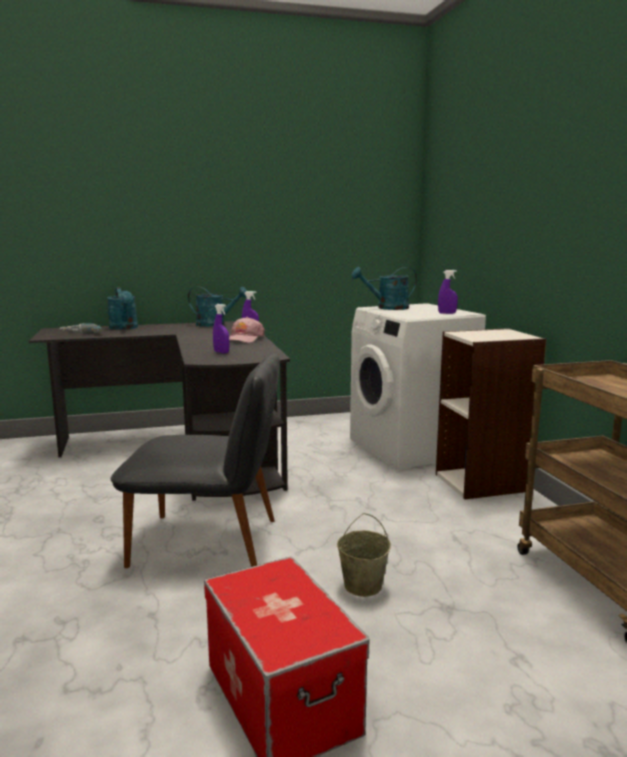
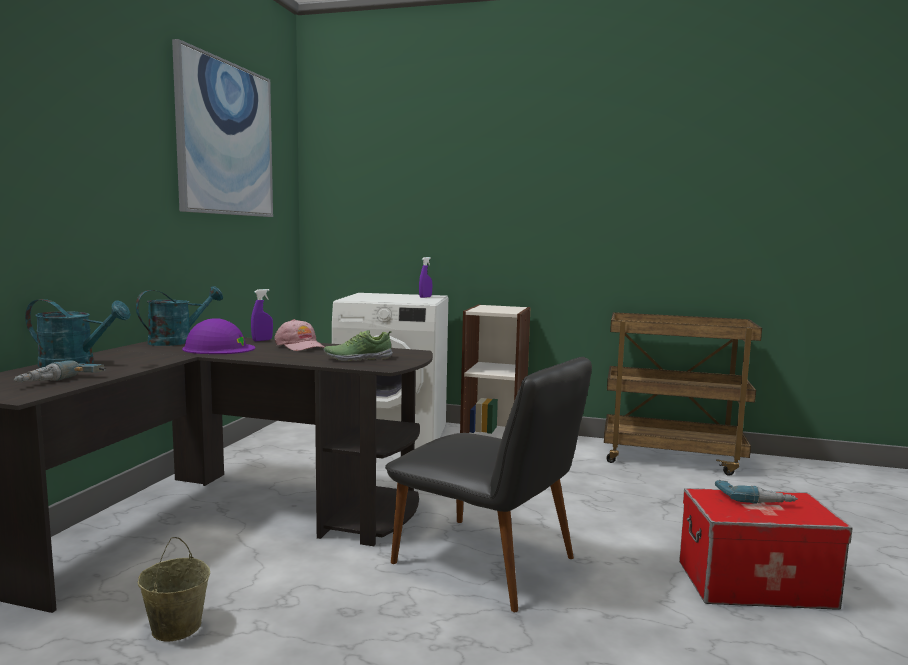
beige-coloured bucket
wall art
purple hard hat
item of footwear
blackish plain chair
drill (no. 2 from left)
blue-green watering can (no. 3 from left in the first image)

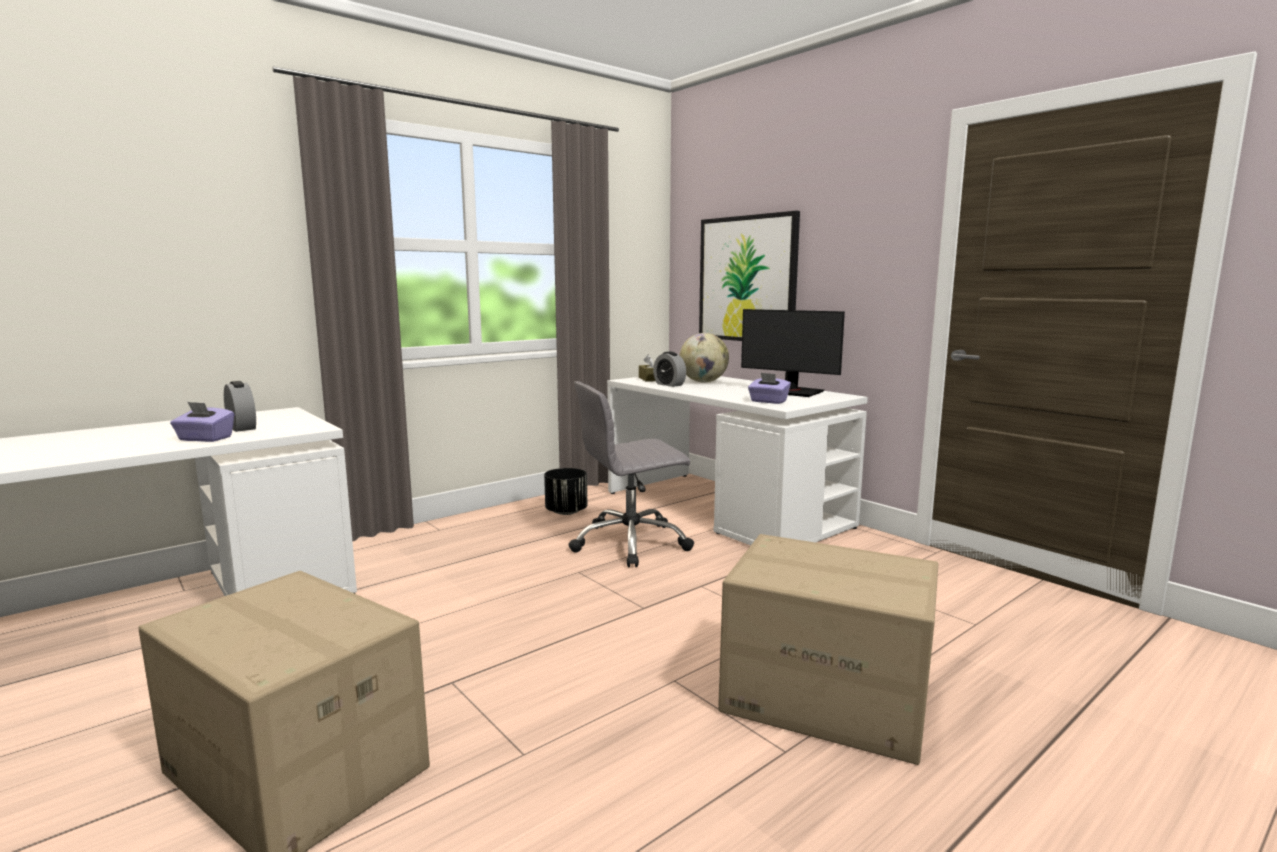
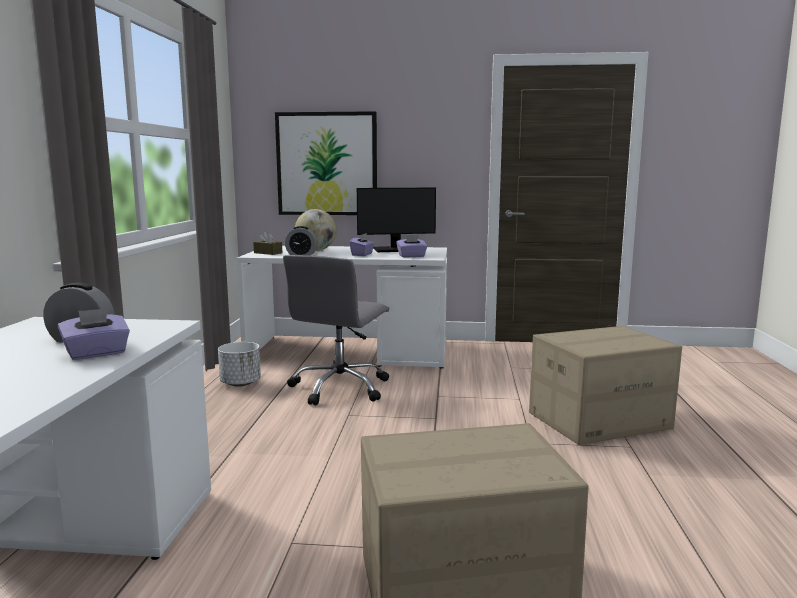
white-coloured plant pot
purple tissue box (no. 2 from left)

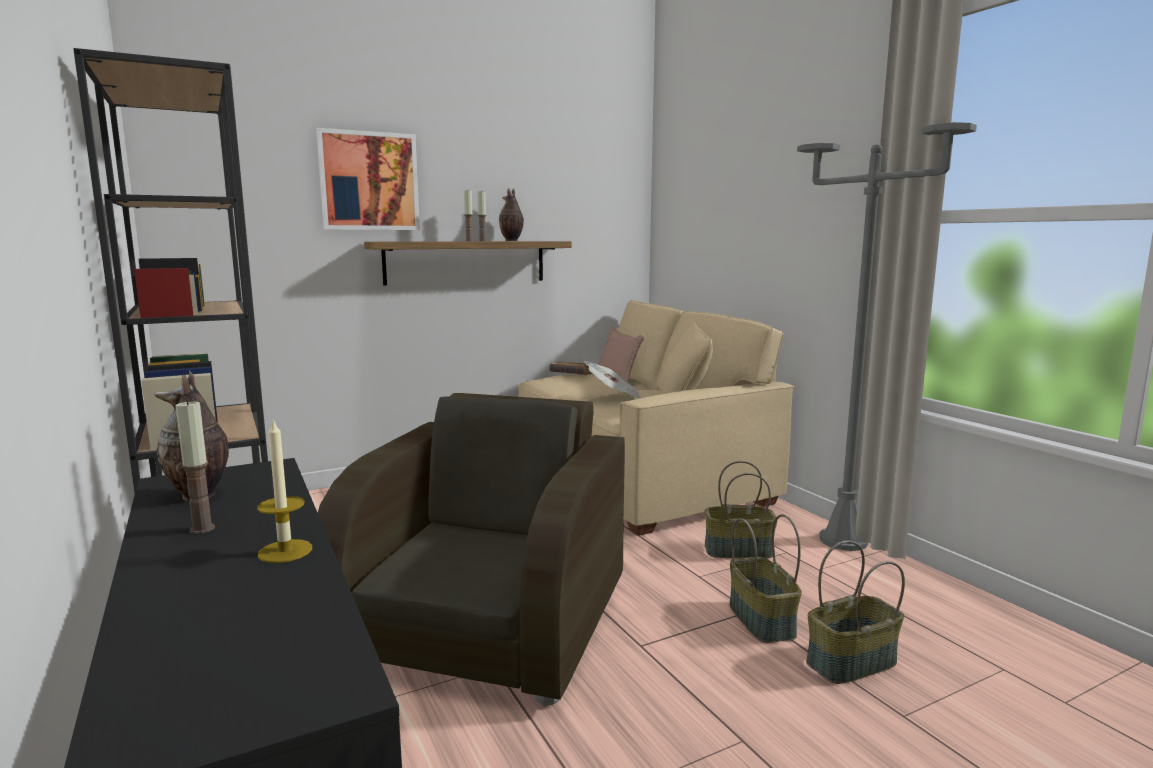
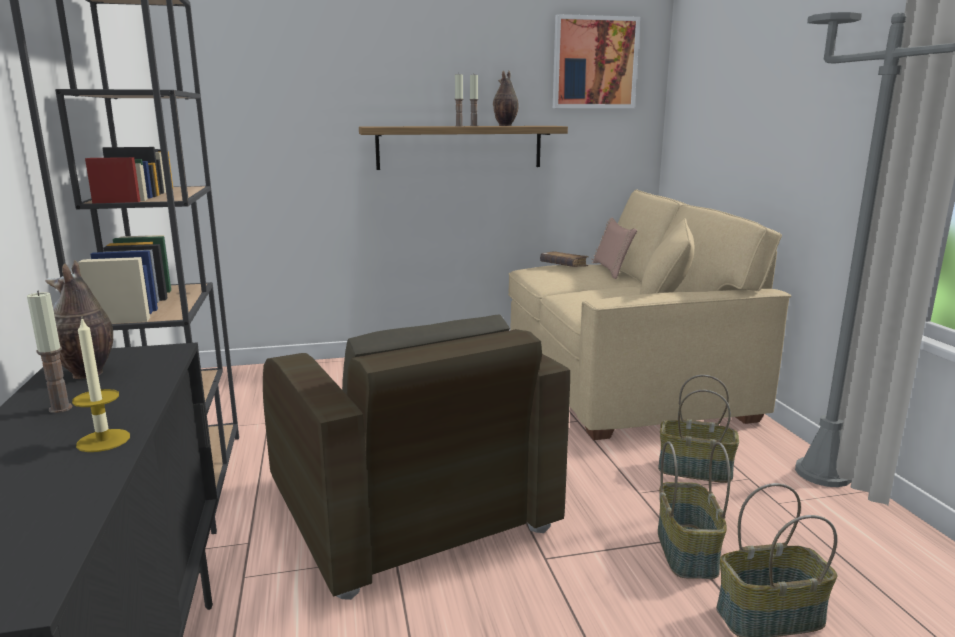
brown armchair
wall art
daily paper

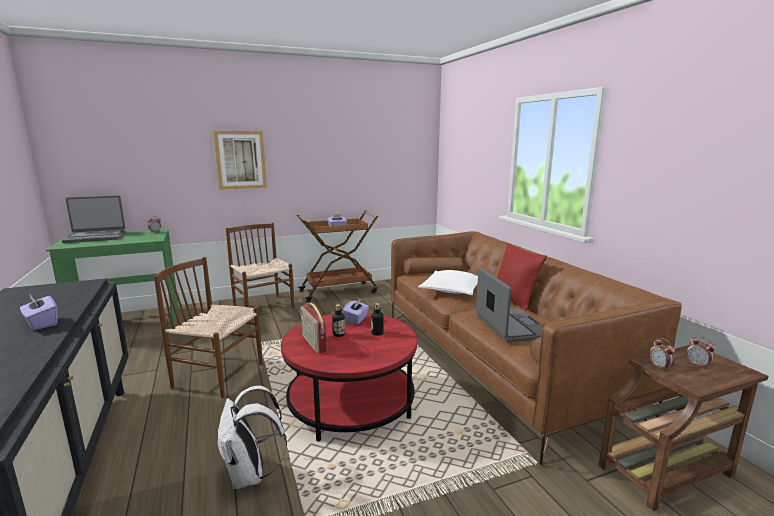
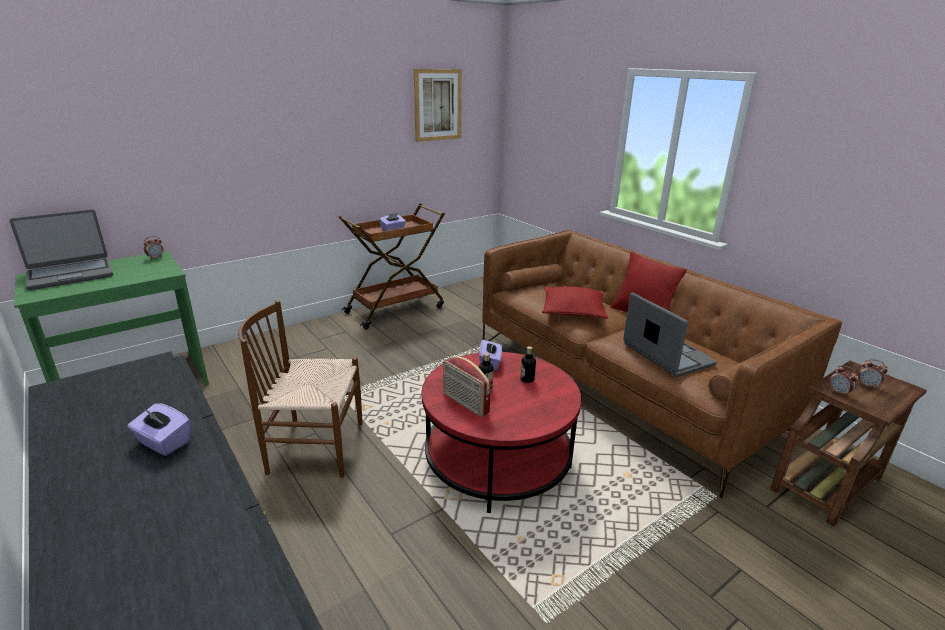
wall art
reddish throw pillow (no. 1 from left)
white-coloured knapsack
brown plain chair (no. 2 from left in the first image)

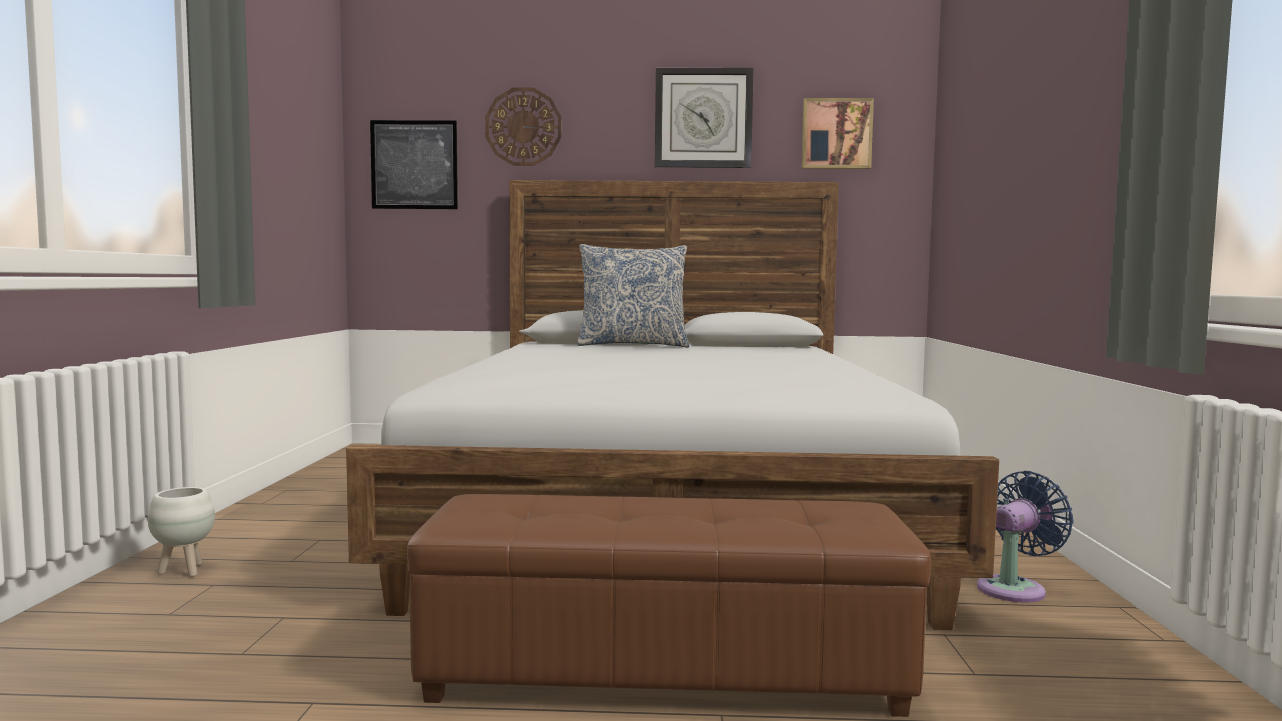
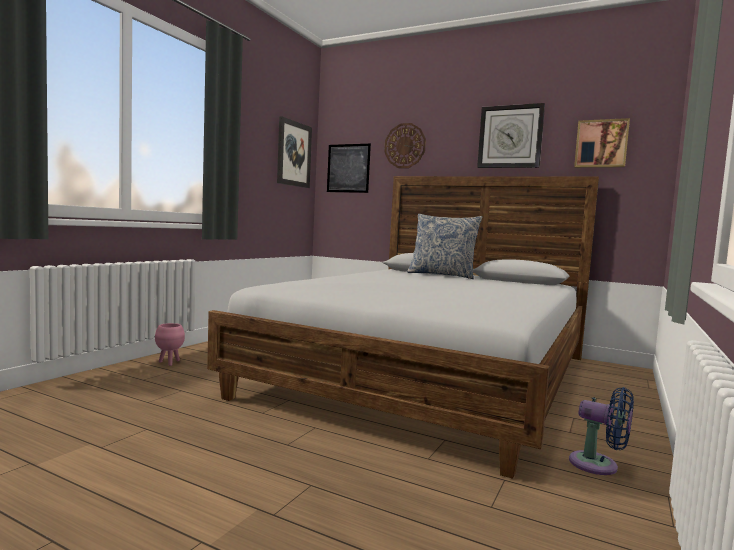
pinkish plant pot
wall art (no. 1 from left)
blue cooling fan
brown ottoman

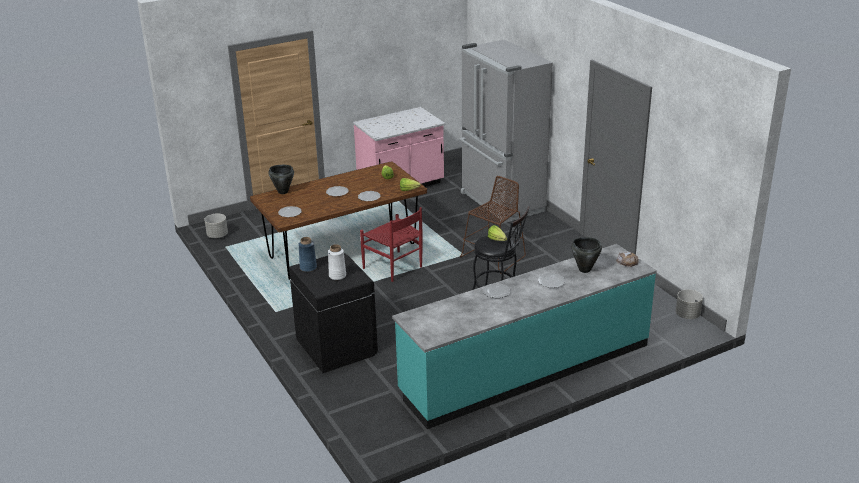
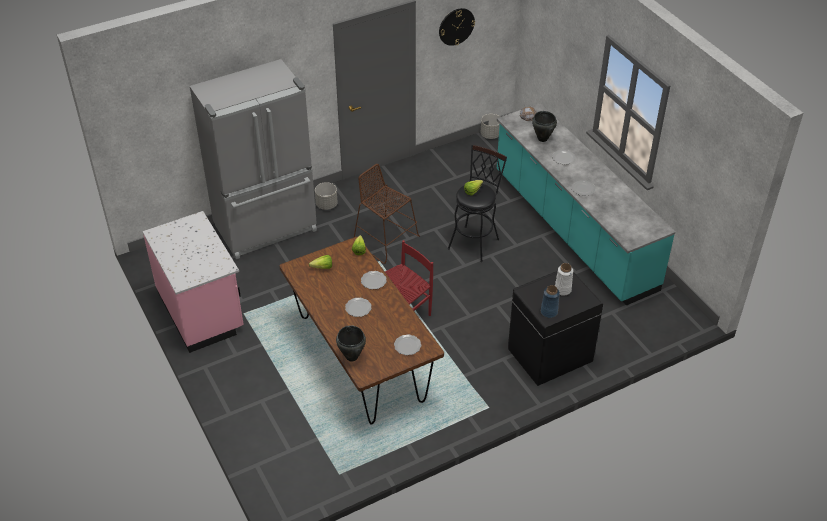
grey plant pot (no. 1 from left)
hanging clock

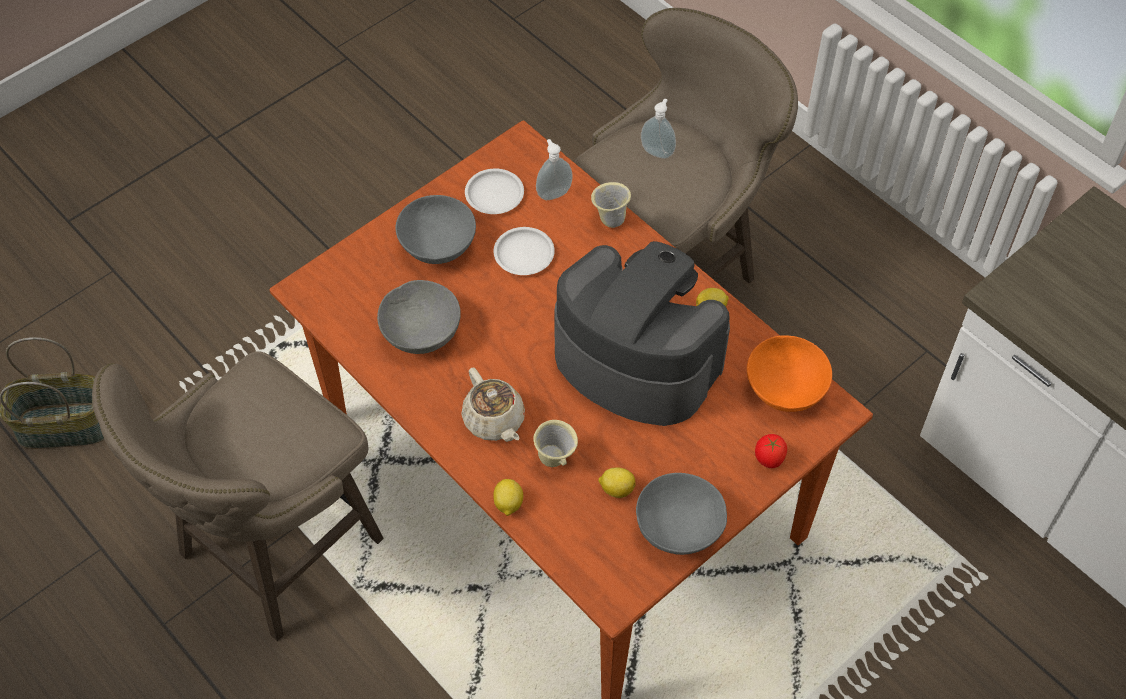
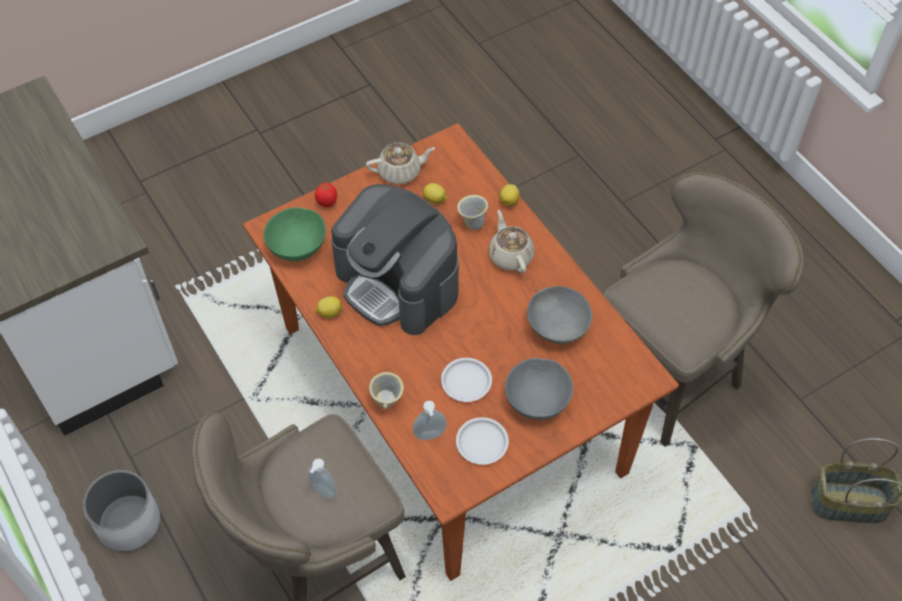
white-coloured plant pot
green-coloured deep dish
beige-coloured pot for tea (no. 1 from left)

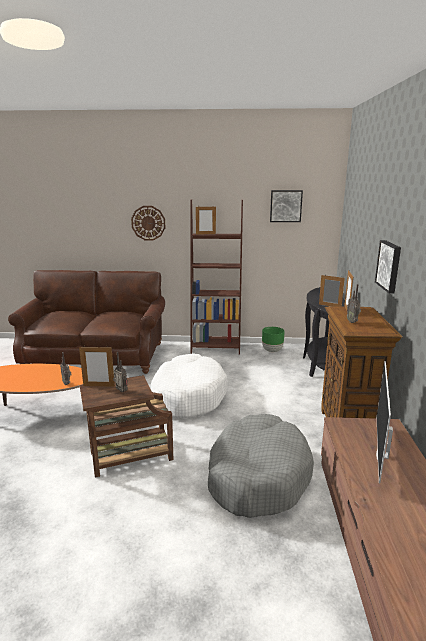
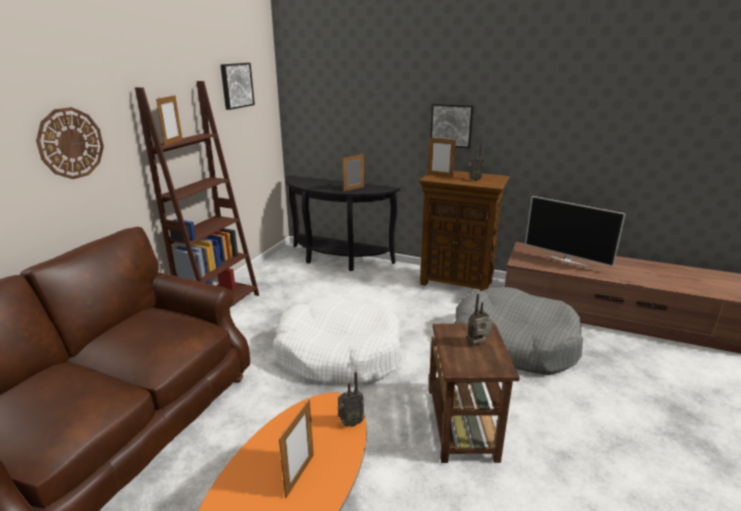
picture frame (no. 2 from left)
green-coloured plant pot

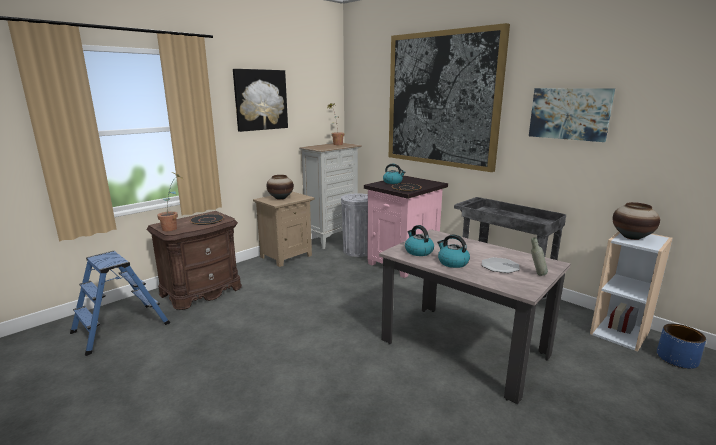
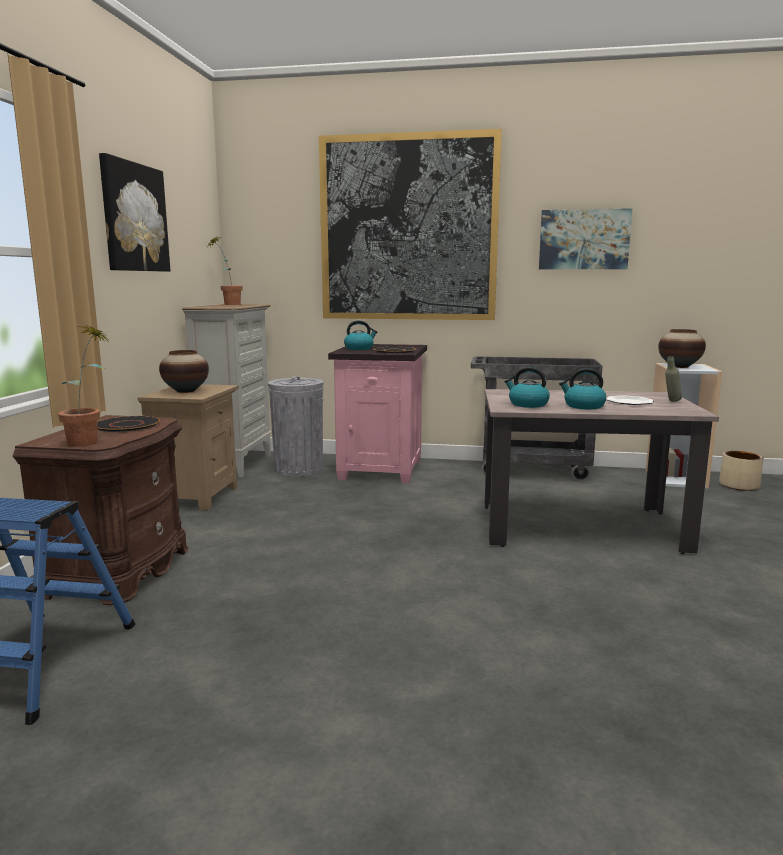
beige-coloured plant pot

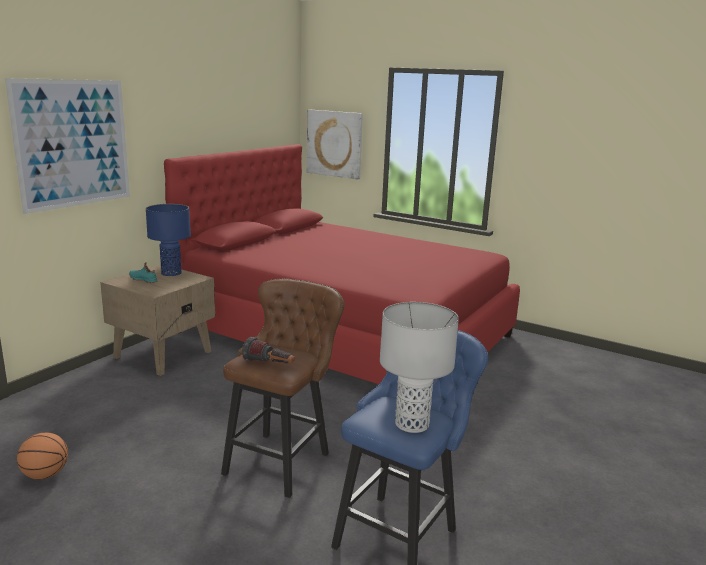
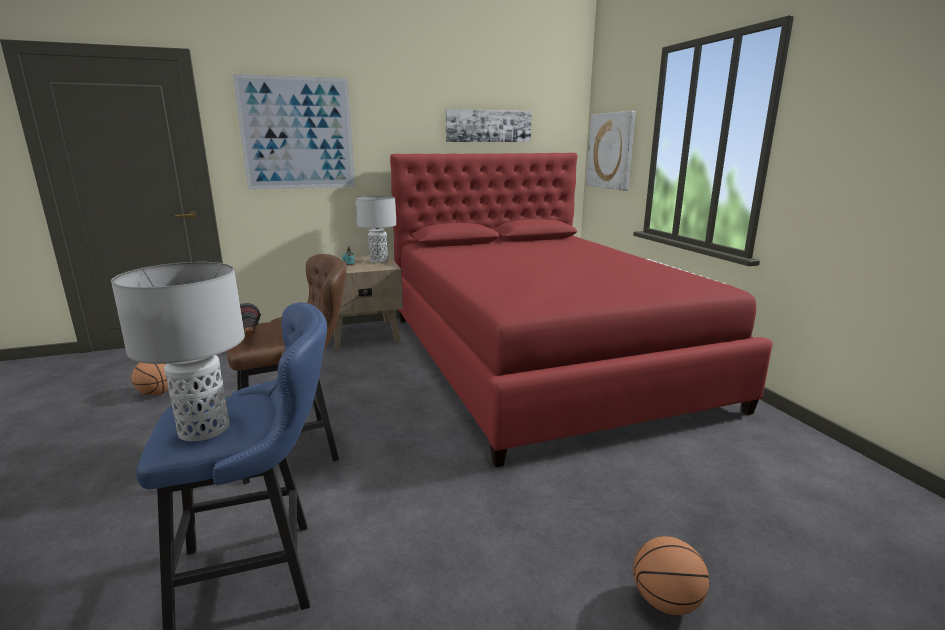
white-coloured table lamp (no. 2 from left)
wall art (no. 2 from left)
basketball (no. 2 from left)

